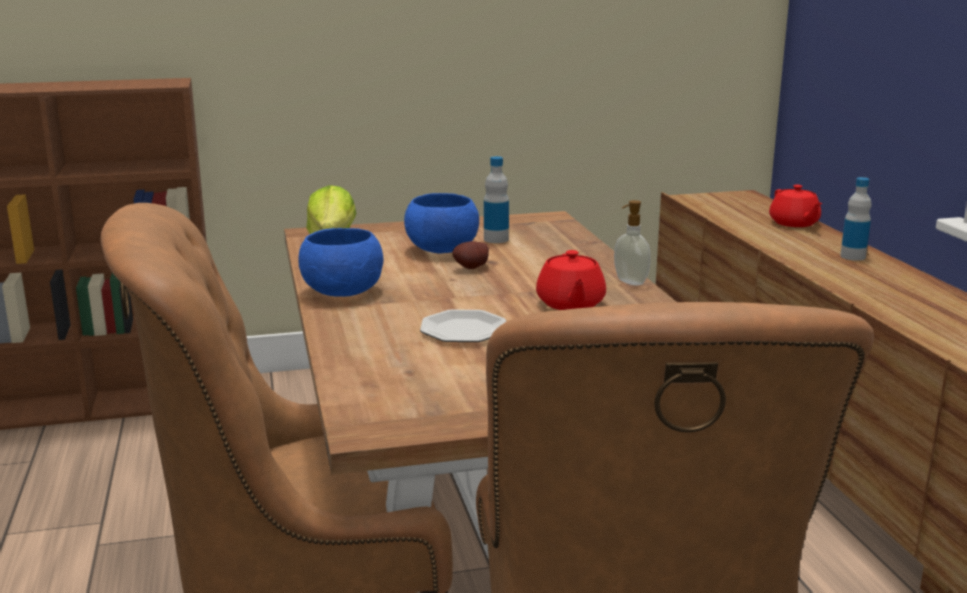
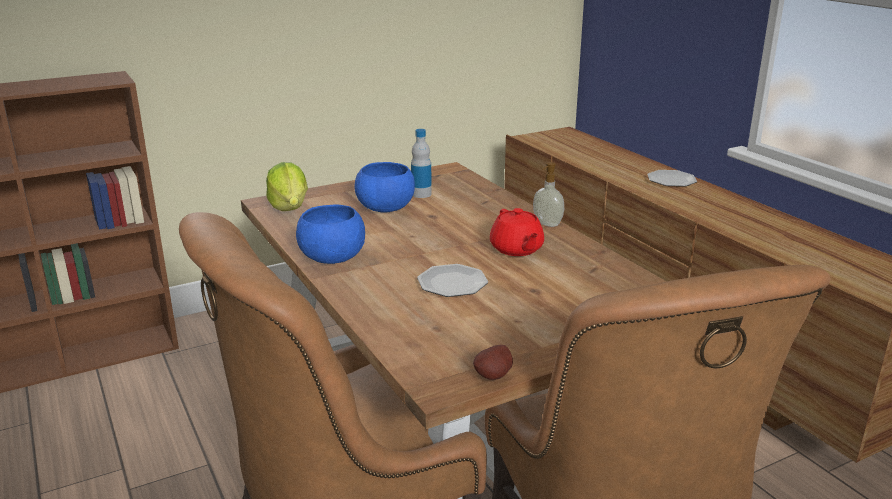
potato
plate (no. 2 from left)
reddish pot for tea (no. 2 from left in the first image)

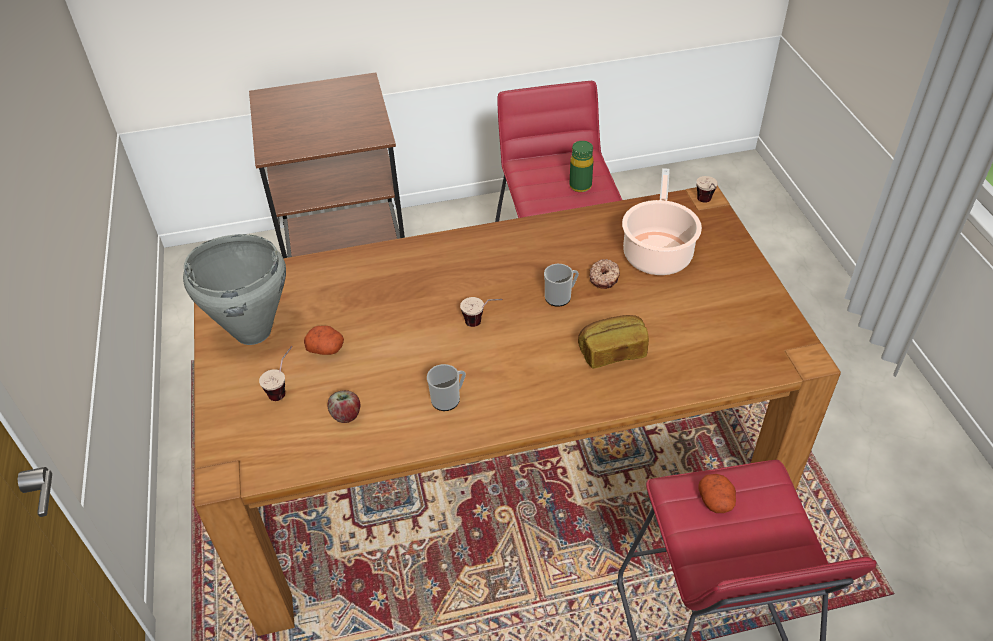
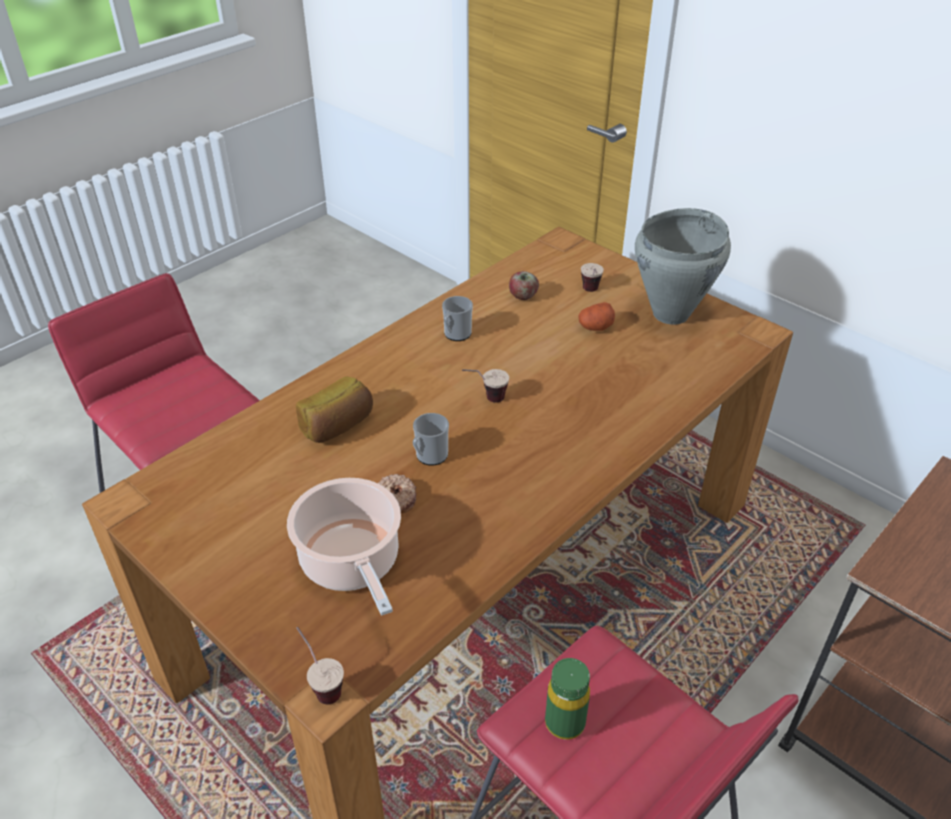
potato (no. 2 from left in the first image)

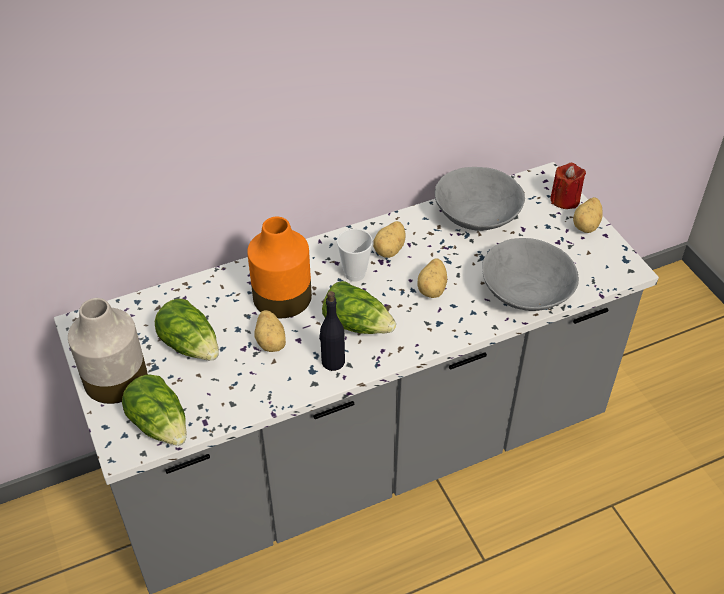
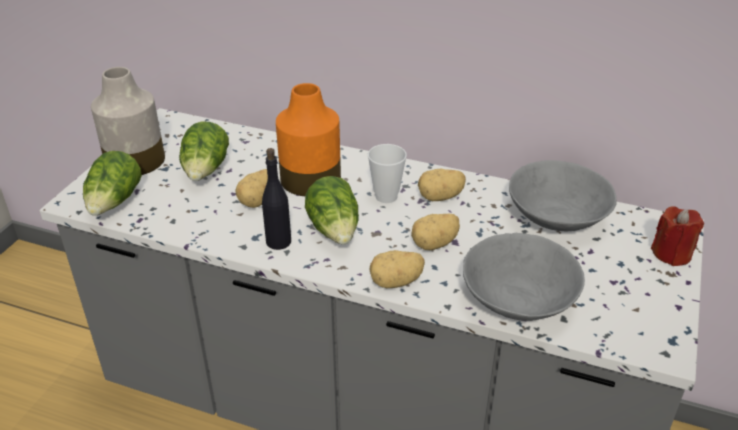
potato (no. 2 from left)

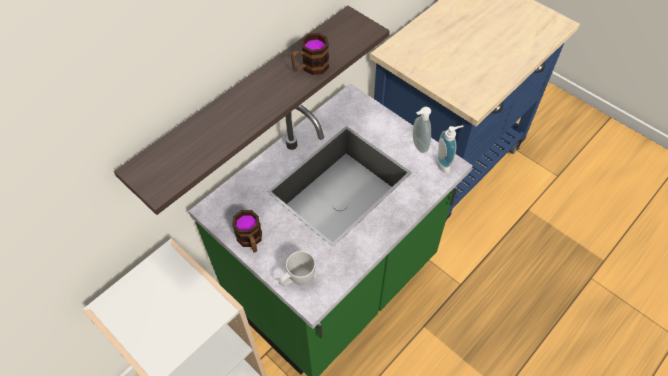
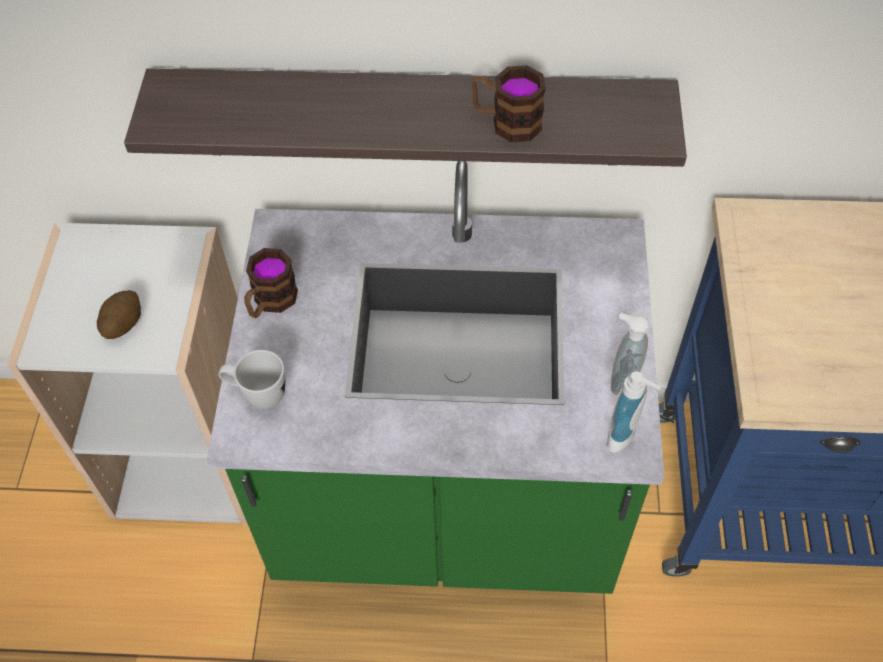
potato

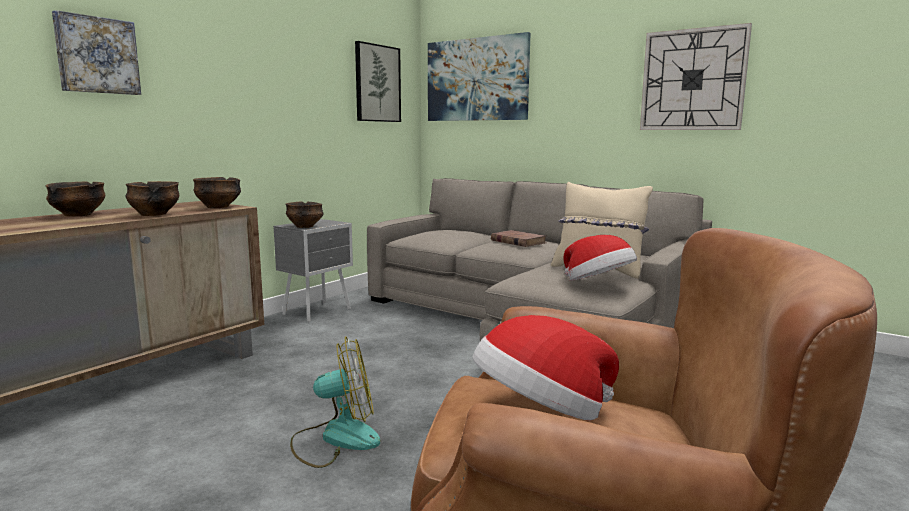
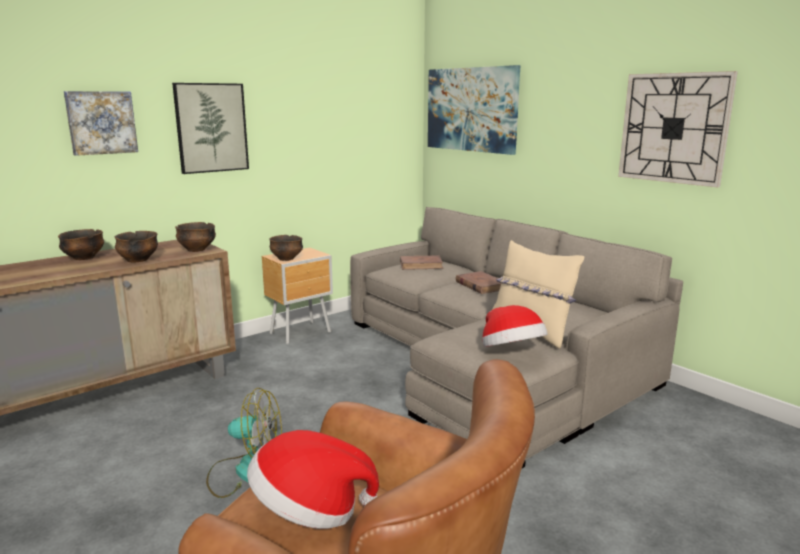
wall art (no. 2 from left)
brown nightstand
brown book (no. 1 from left)

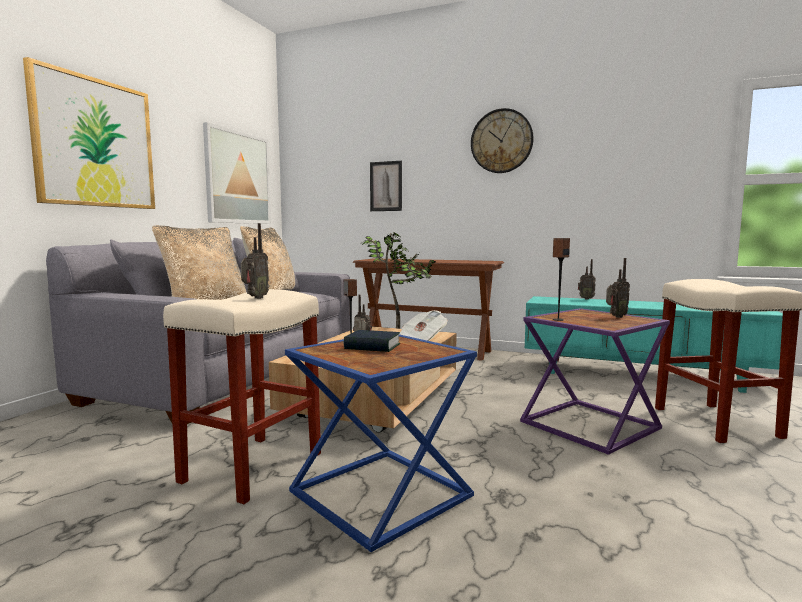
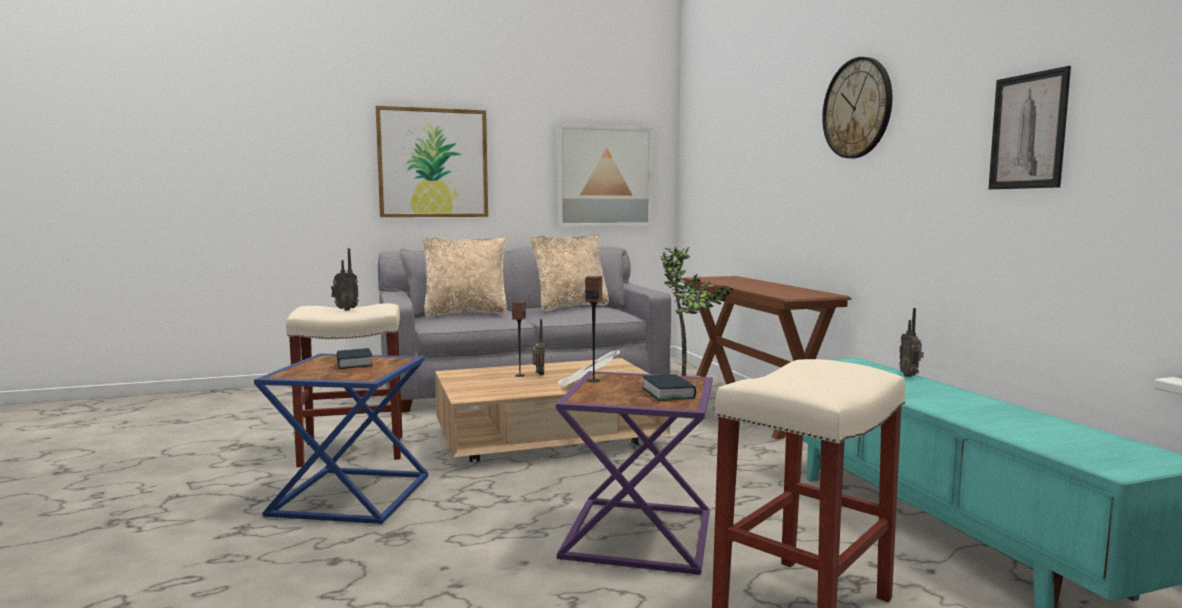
book (no. 2 from left)
wall art (no. 3 from left)

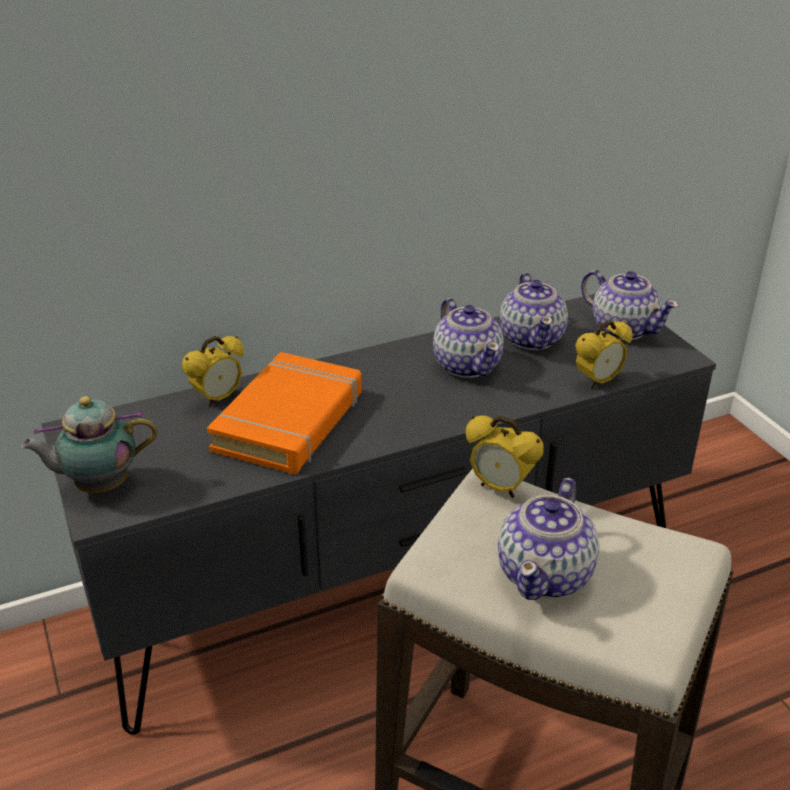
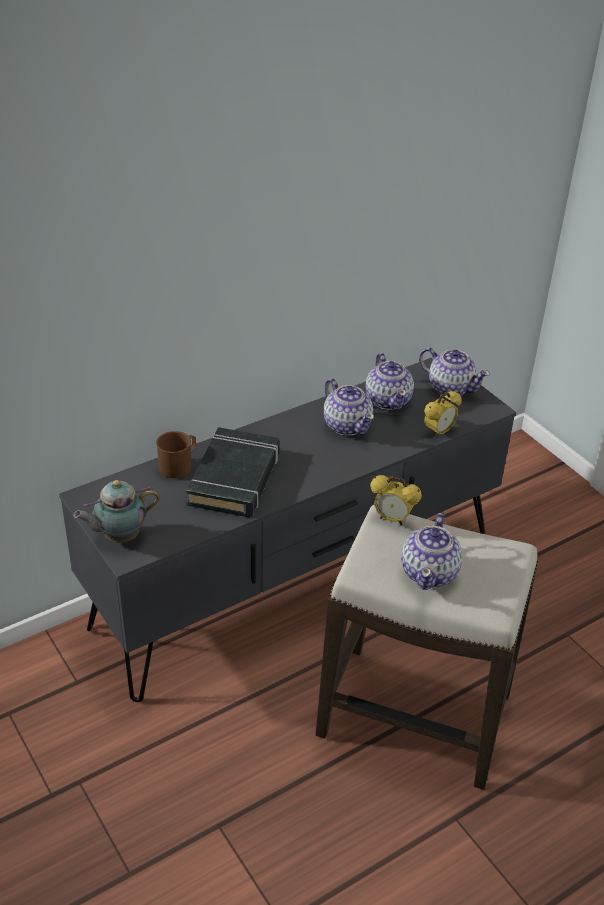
brown coffee mug
blackish book

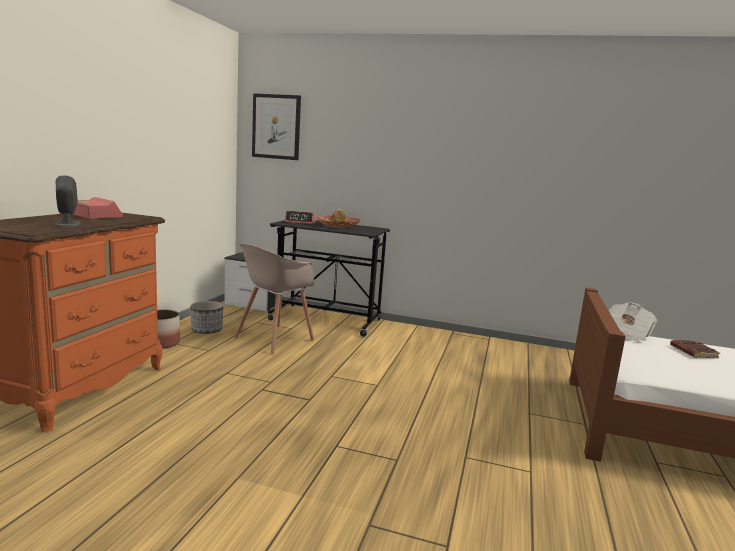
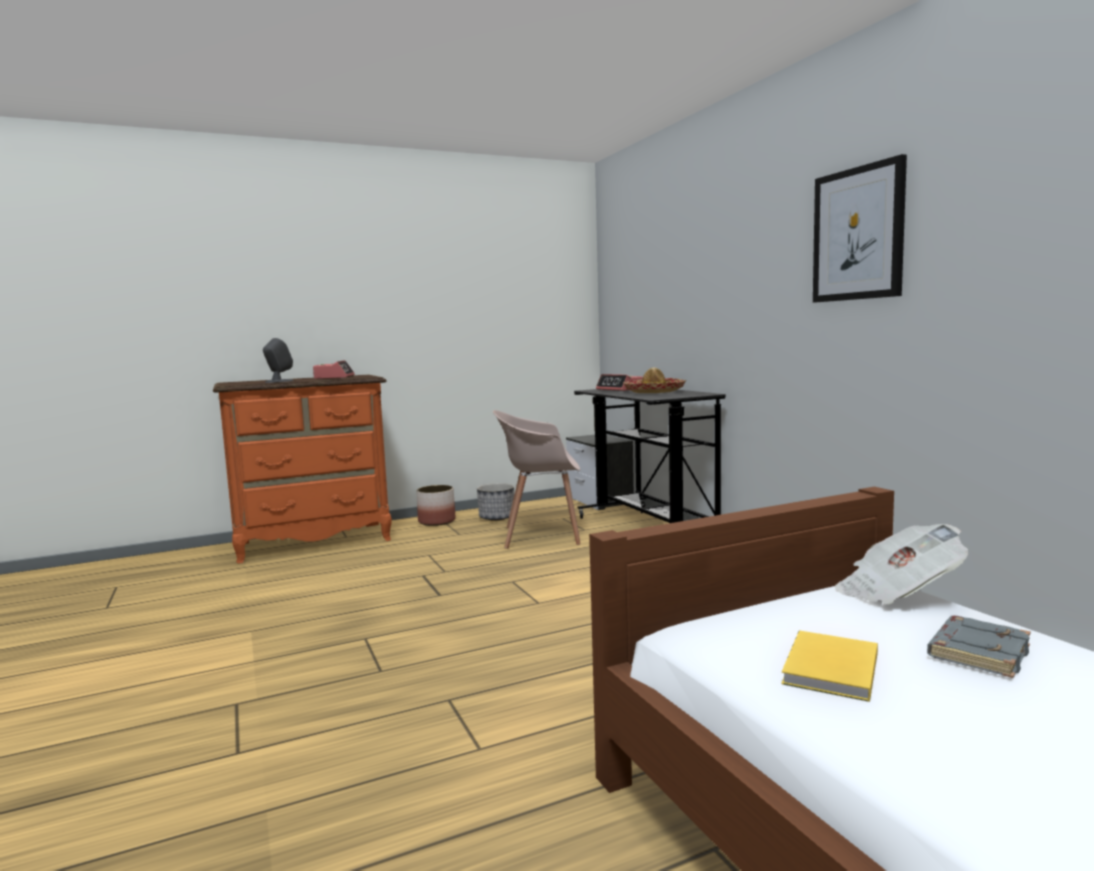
yellow book
wall art
grey book

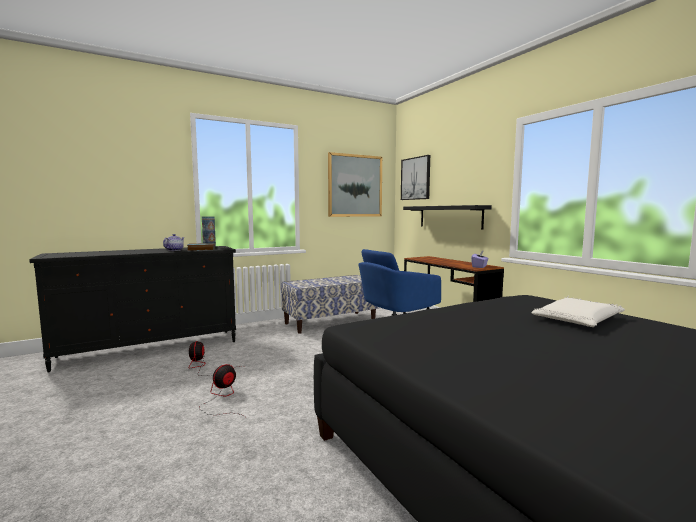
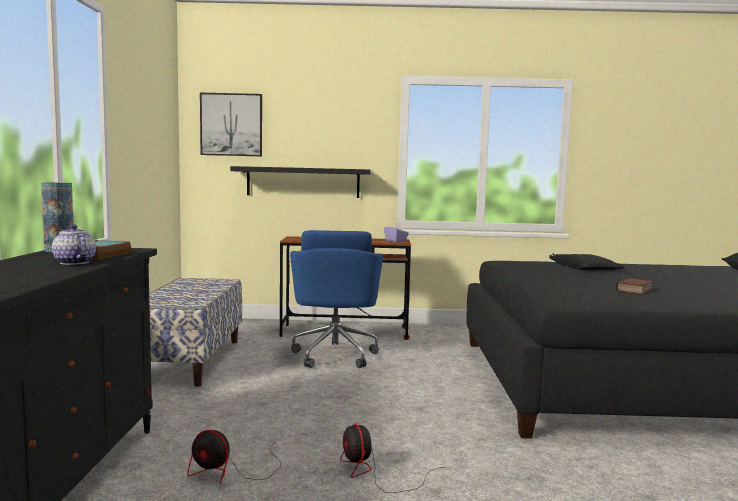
blackish throw pillow
book (no. 2 from left)
wall art (no. 1 from left in the first image)

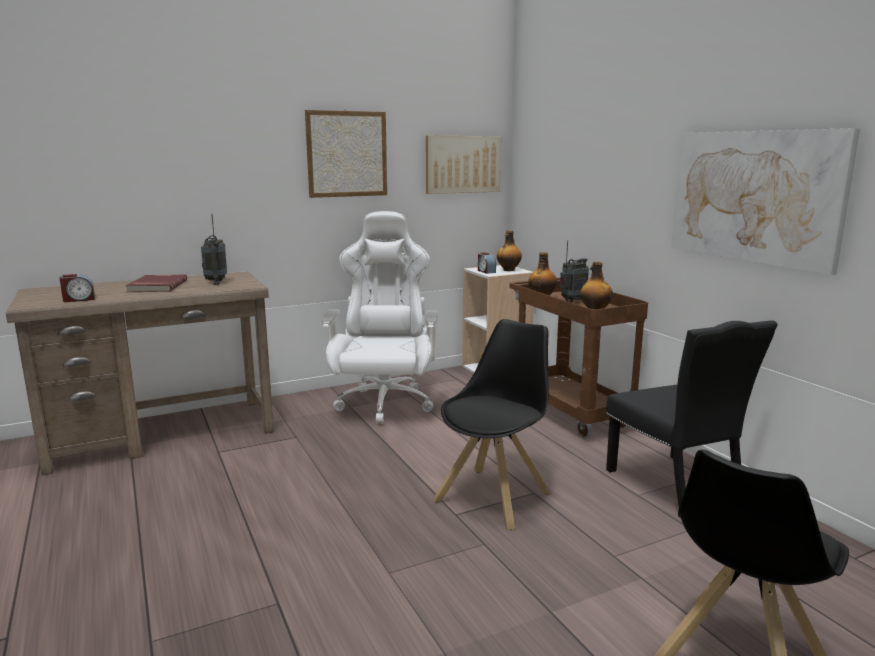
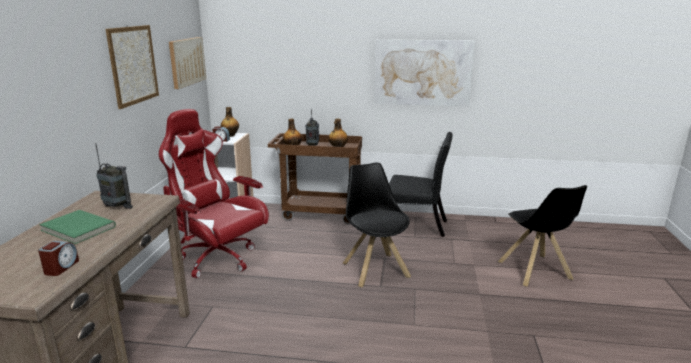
green-coloured book
reddish office chair

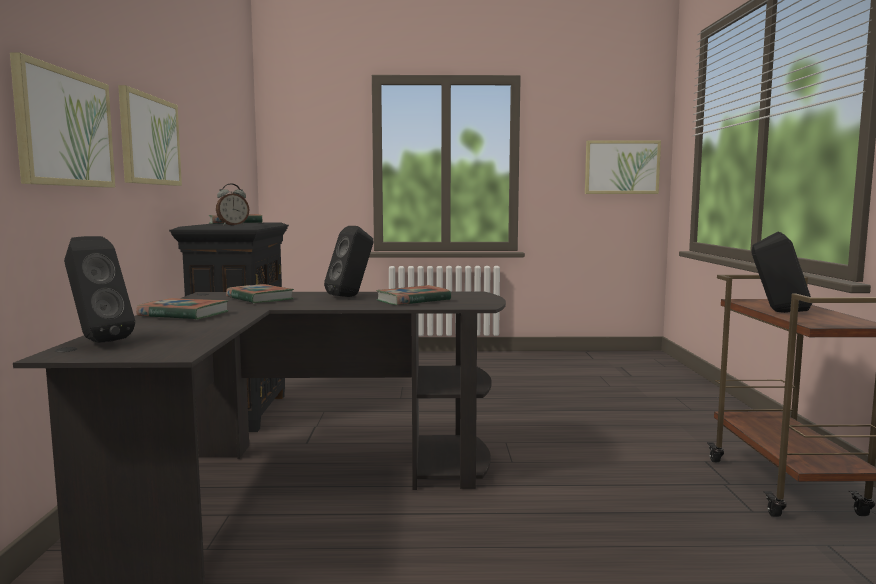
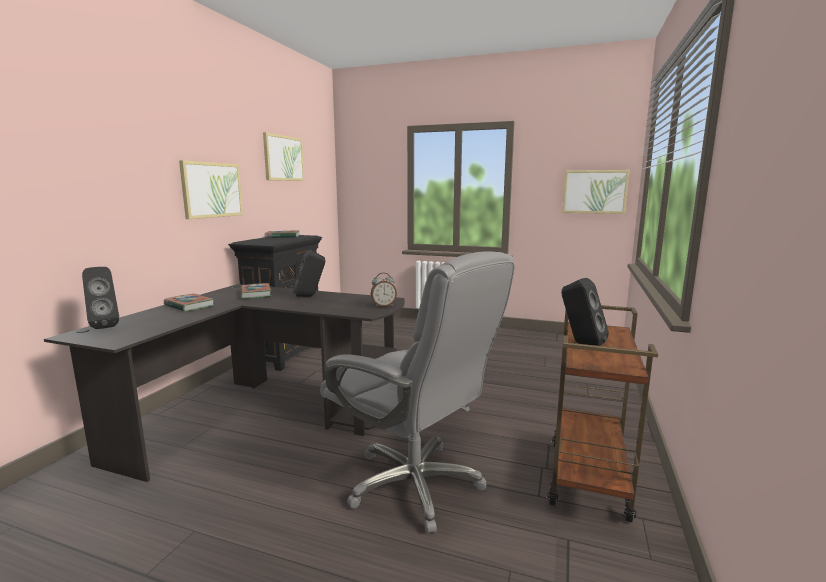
wall art (no. 2 from left)
grey office chair
table clock
book (no. 4 from left in the first image)

